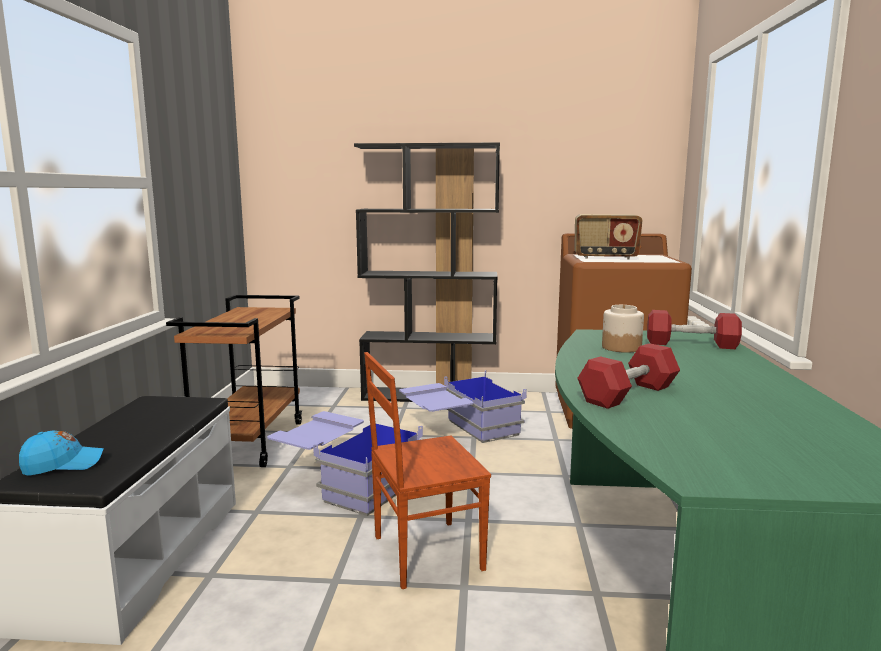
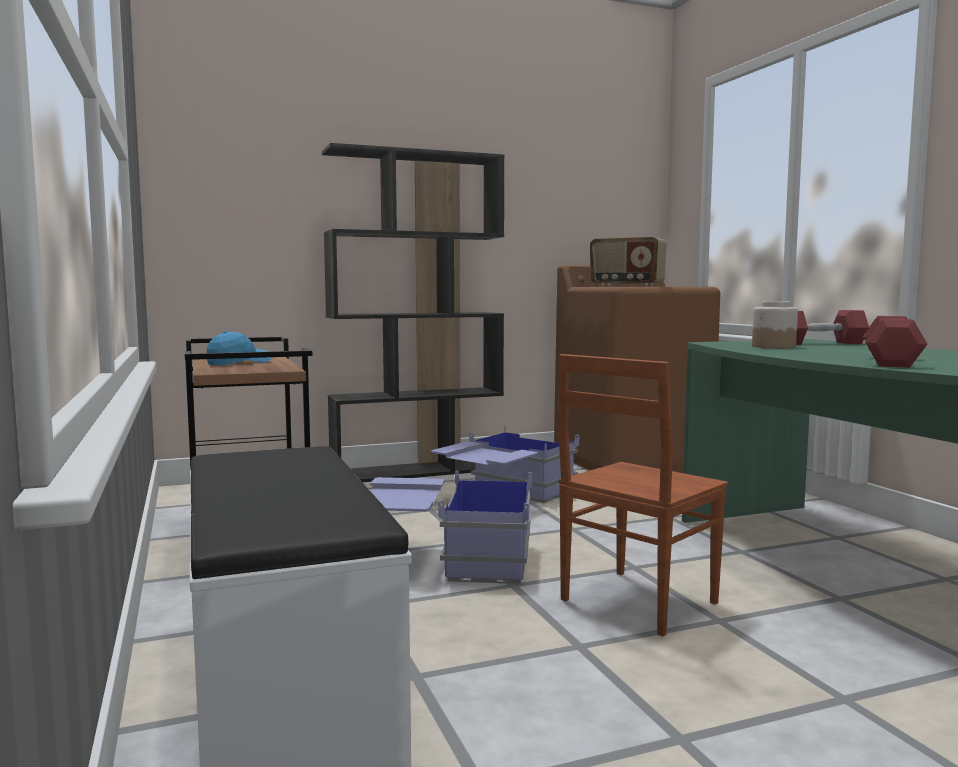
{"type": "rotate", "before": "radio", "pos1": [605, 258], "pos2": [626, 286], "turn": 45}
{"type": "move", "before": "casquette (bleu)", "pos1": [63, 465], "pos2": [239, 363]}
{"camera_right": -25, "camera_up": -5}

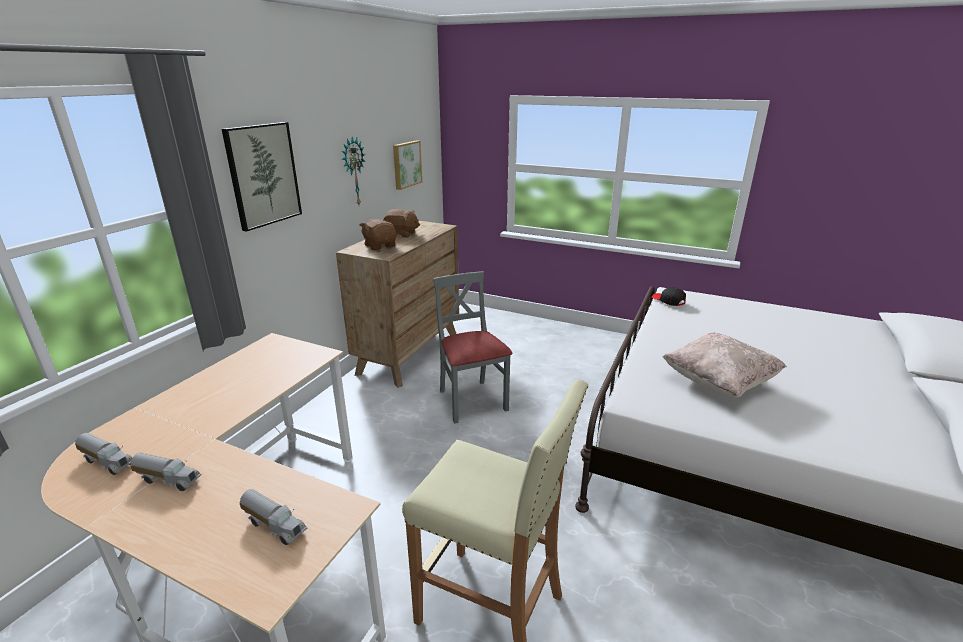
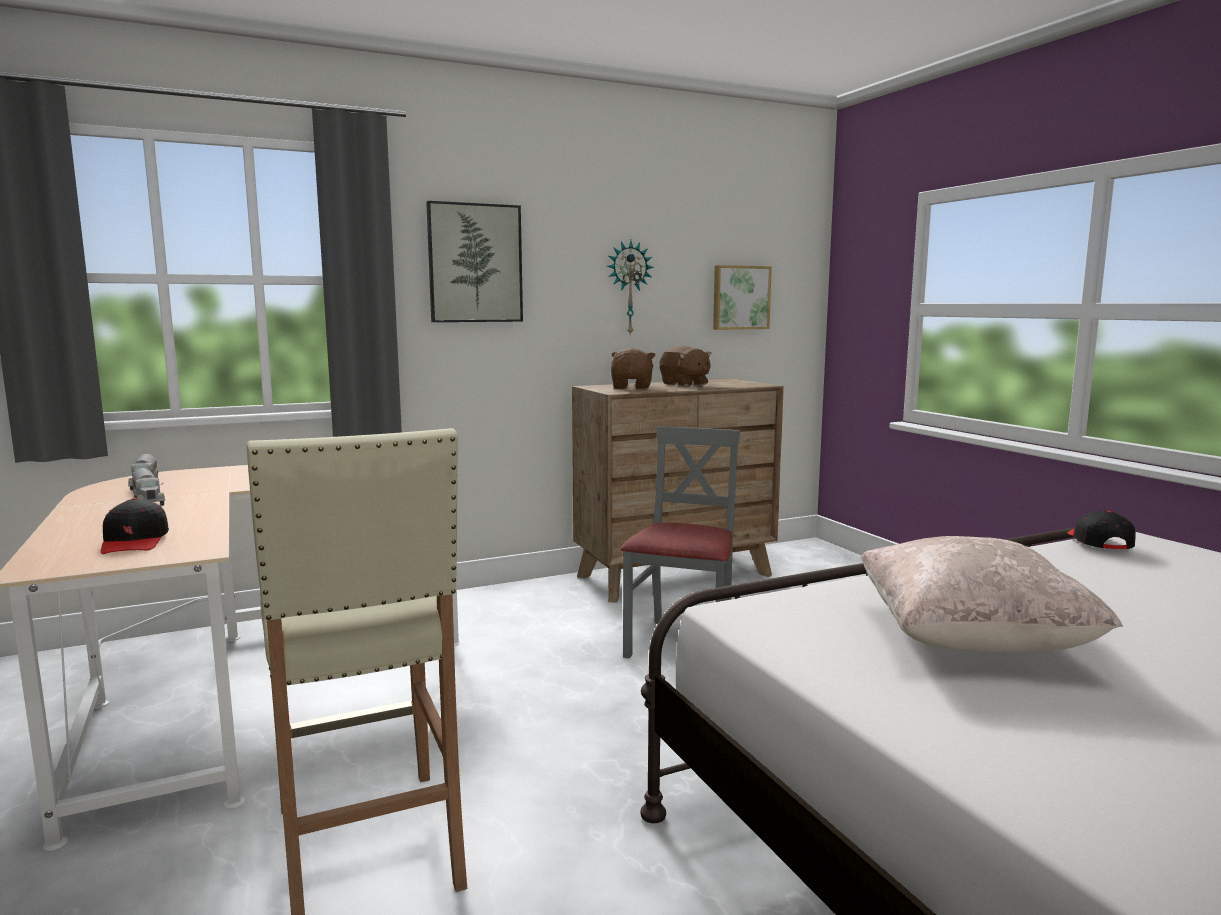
{"type": "replace", "before": "camion jouet", "after": "casquette (noir)", "pos1": [275, 525], "pos2": [135, 541]}
{"camera_right": 40, "camera_up": -15}

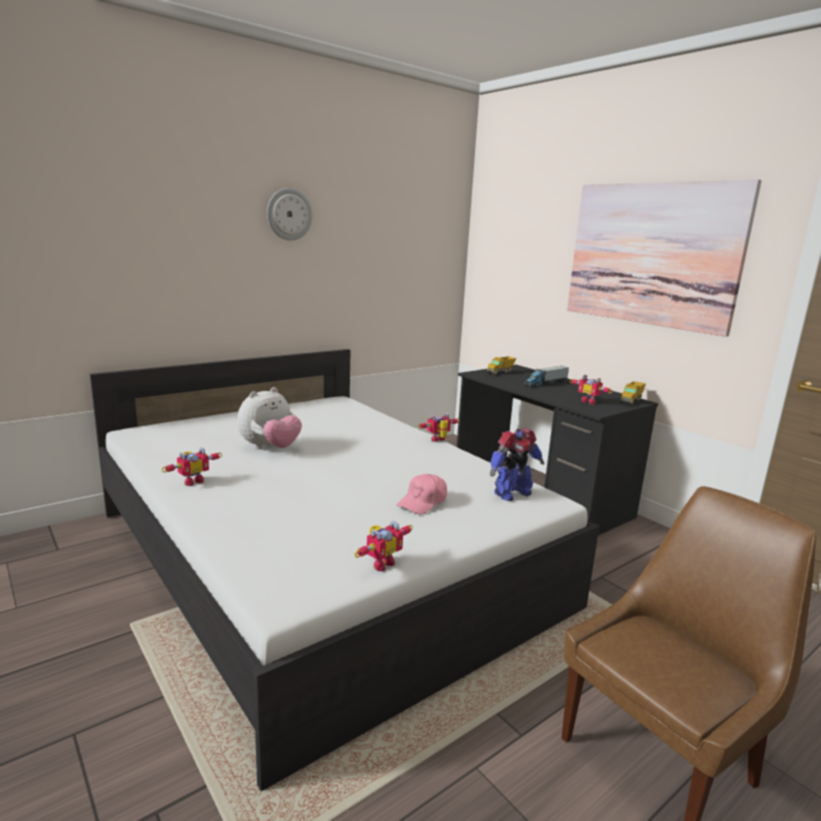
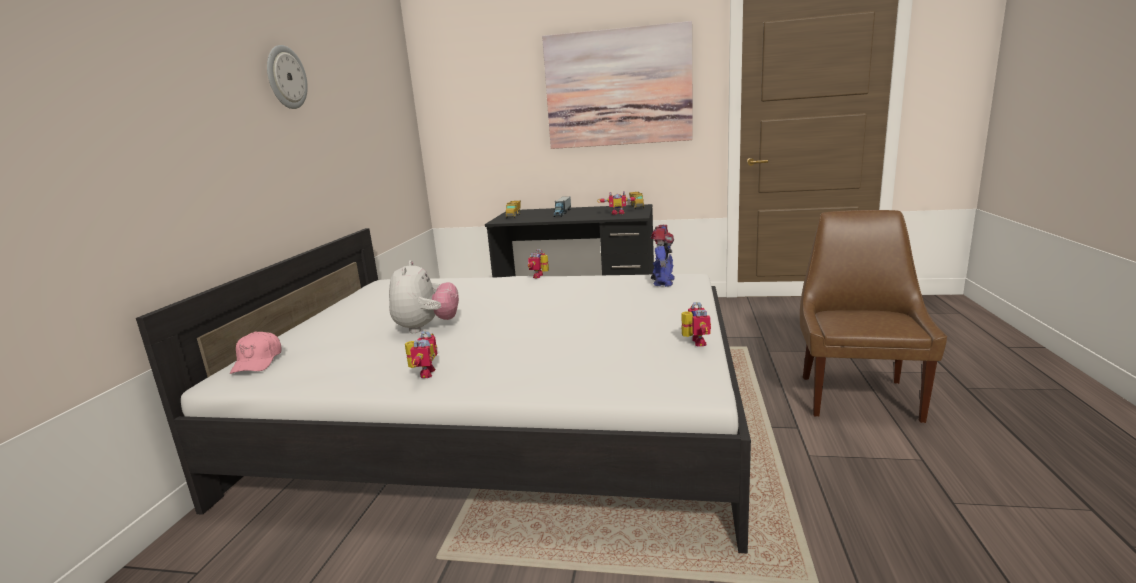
{"type": "move", "before": "casquette (rose)", "pos1": [423, 502], "pos2": [258, 362]}
{"camera_right": -40, "camera_up": 0}

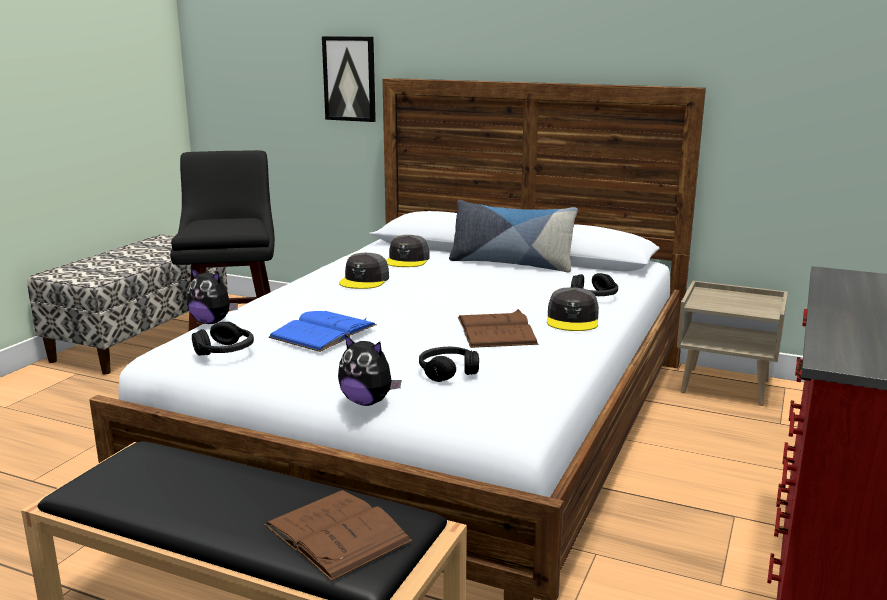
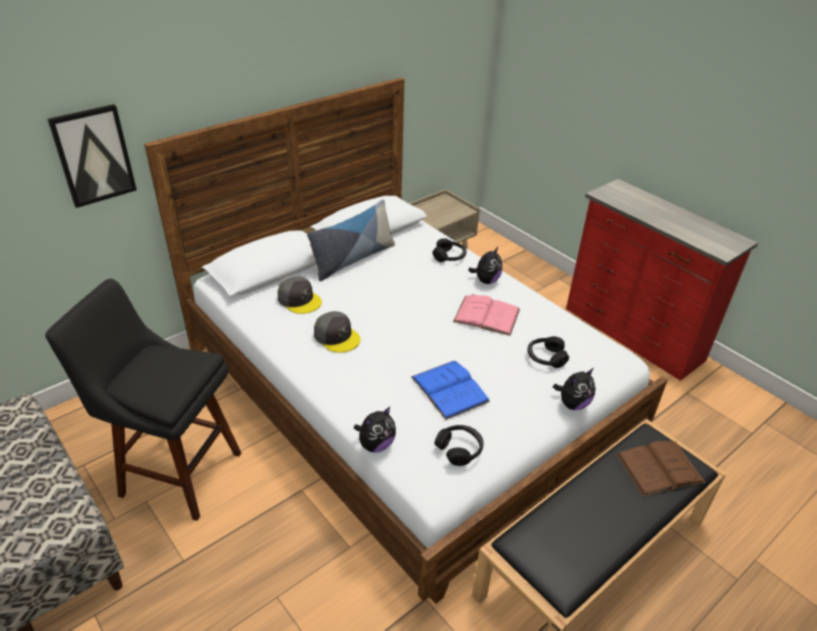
{"type": "replace", "before": "casquette (gris)", "after": "peluche", "pos1": [573, 319], "pos2": [486, 280]}
{"type": "recolor", "before": "livre (marron)", "after": "livre (rose)", "pos1": [496, 330], "pos2": [487, 315]}
{"camera_right": -65, "camera_up": 20}

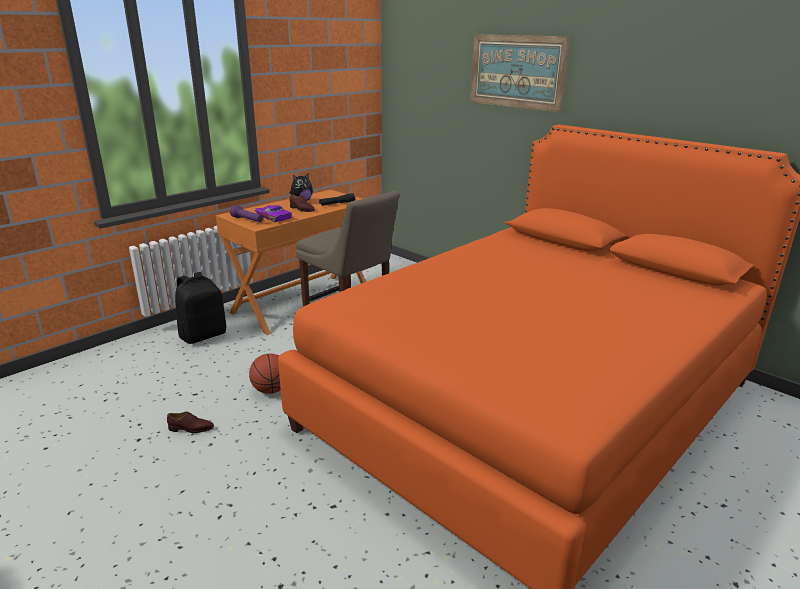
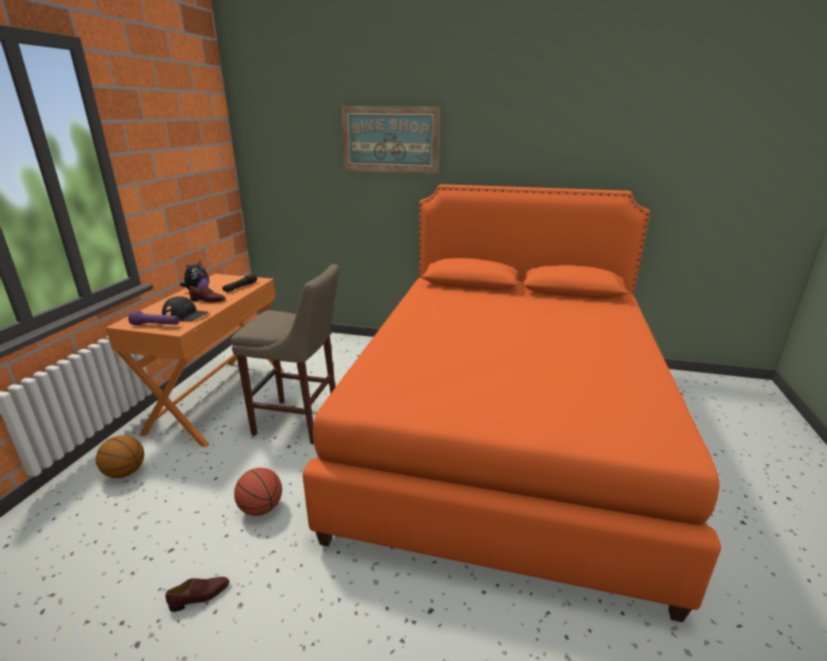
{"type": "replace", "before": "petite voiture (violet)", "after": "casquette (noir)", "pos1": [274, 217], "pos2": [185, 315]}
{"type": "replace", "before": "sac à dos (noir)", "after": "ballon de basket", "pos1": [203, 335], "pos2": [125, 472]}
{"camera_right": -30, "camera_up": 0}

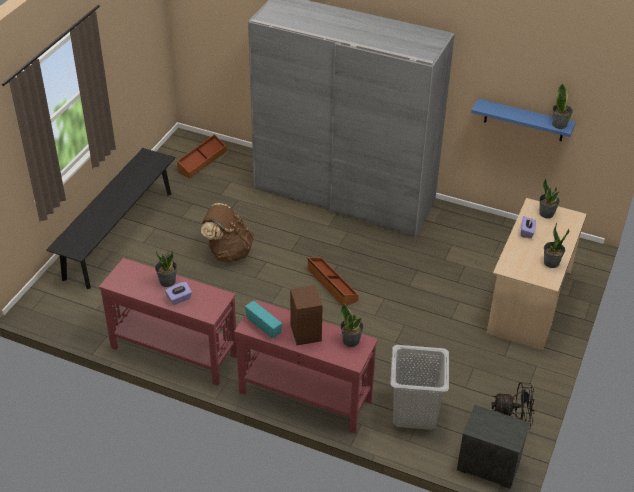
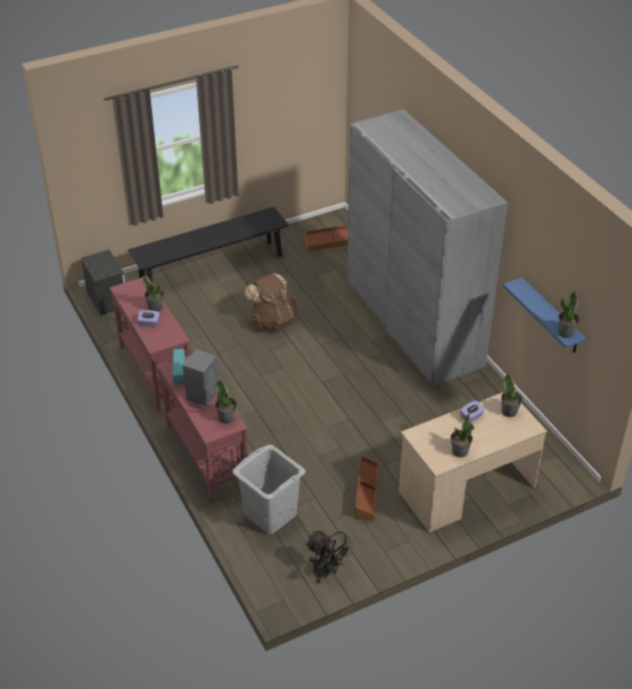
{"type": "move", "before": "boîte de rangement (marron)", "pos1": [331, 285], "pos2": [365, 493]}
{"type": "recolor", "before": "enceinte (marron)", "after": "enceinte (gris)", "pos1": [305, 332], "pos2": [203, 394]}
{"type": "move", "before": "table de chevet", "pos1": [487, 464], "pos2": [107, 299]}
{"camera_right": 40, "camera_up": 0}

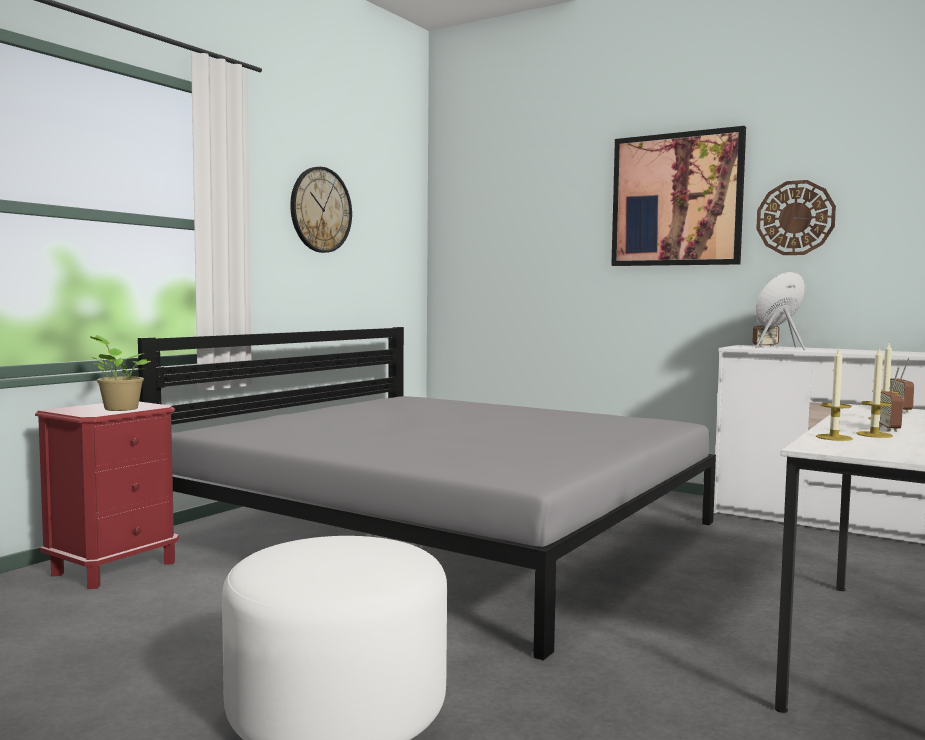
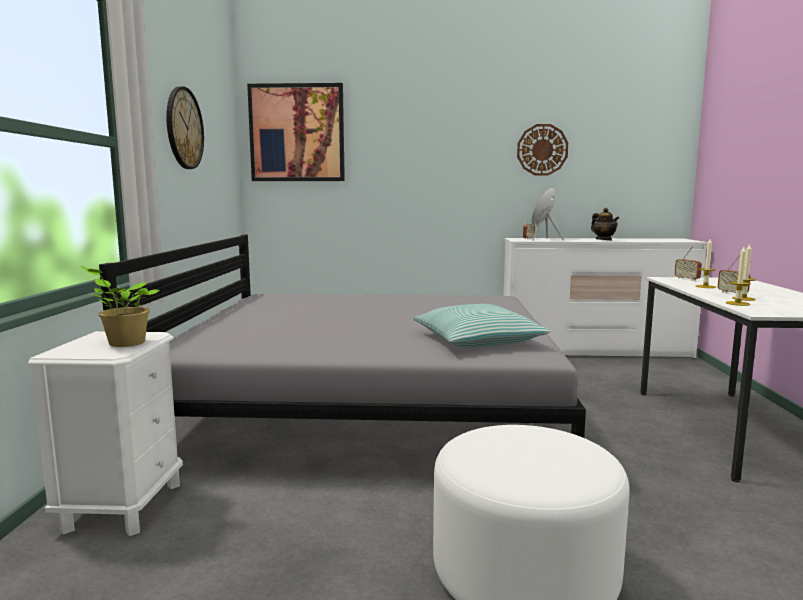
{"type": "move", "before": "tableau", "pos1": [676, 200], "pos2": [297, 133]}
{"type": "recolor", "before": "table de chevet (rouge)", "after": "table de chevet (blanc)", "pos1": [114, 568], "pos2": [123, 506]}
{"type": "insert", "after": "théière", "pos2": [603, 240]}
{"type": "insert", "after": "coussin", "pos2": [477, 340]}
{"camera_right": -30, "camera_up": 5}

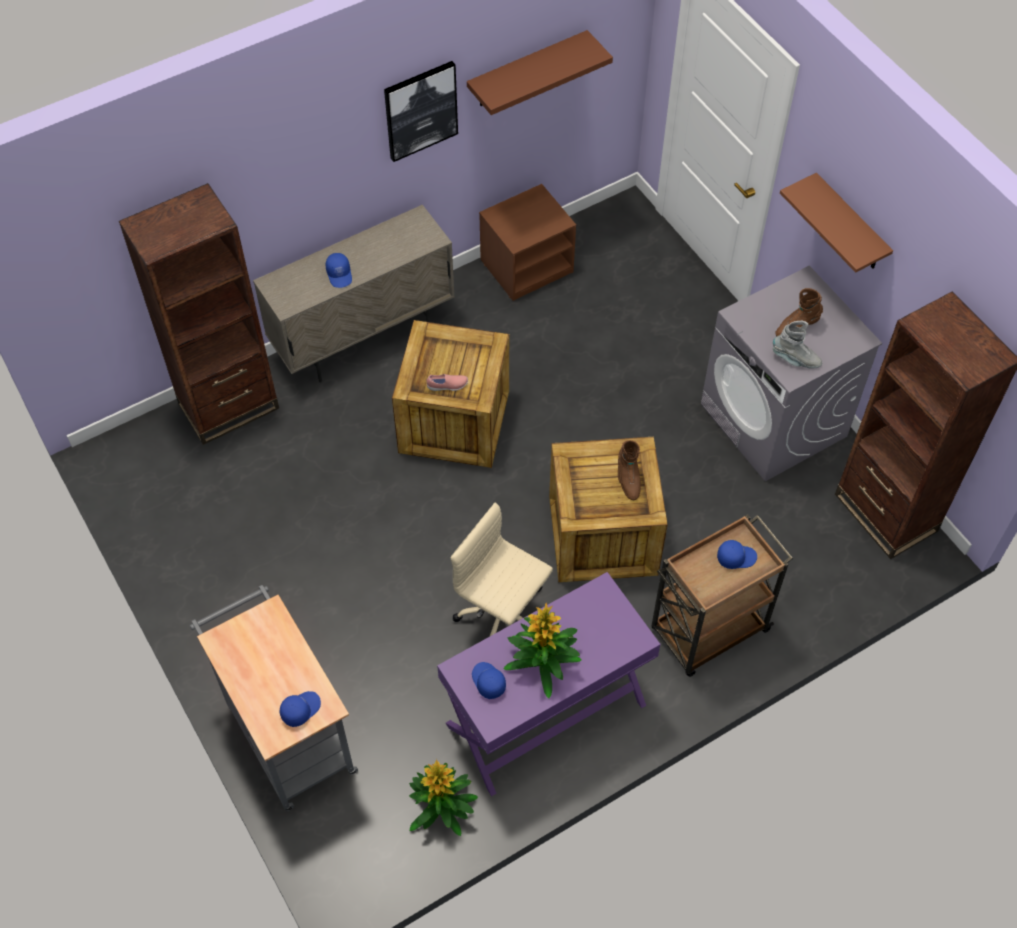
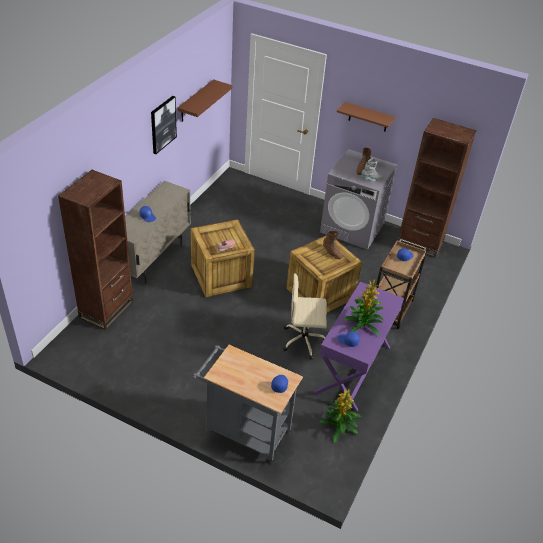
{"type": "delete", "before": "table de chevet (marron)", "pos1": [527, 265]}
{"camera_right": -35, "camera_up": -15}

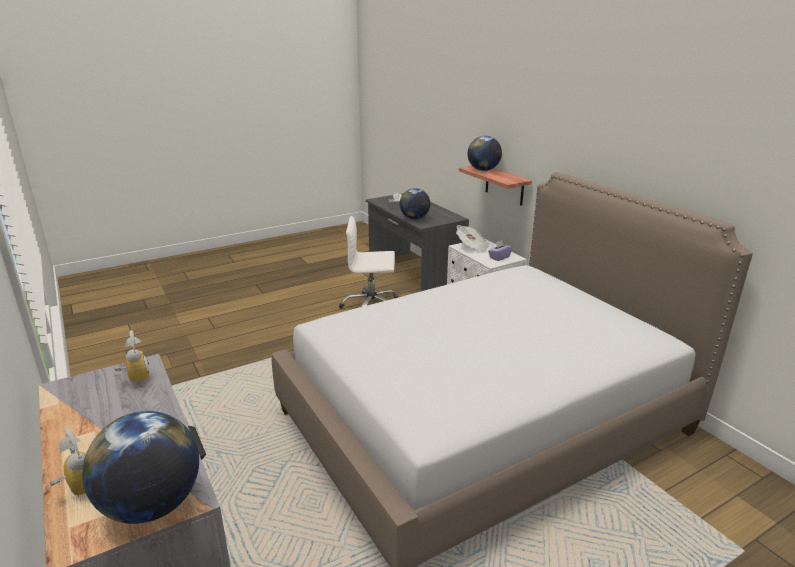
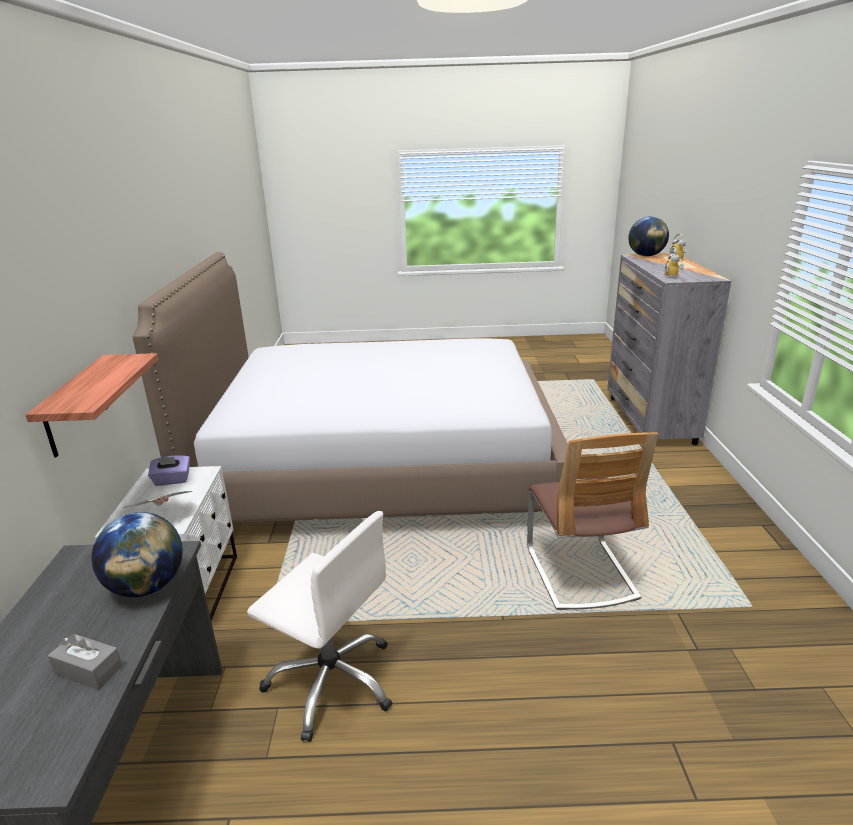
{"type": "delete", "before": "globe", "pos1": [483, 170]}
{"type": "insert", "after": "chaise", "pos2": [580, 573]}
{"camera_right": -150, "camera_up": 0}

